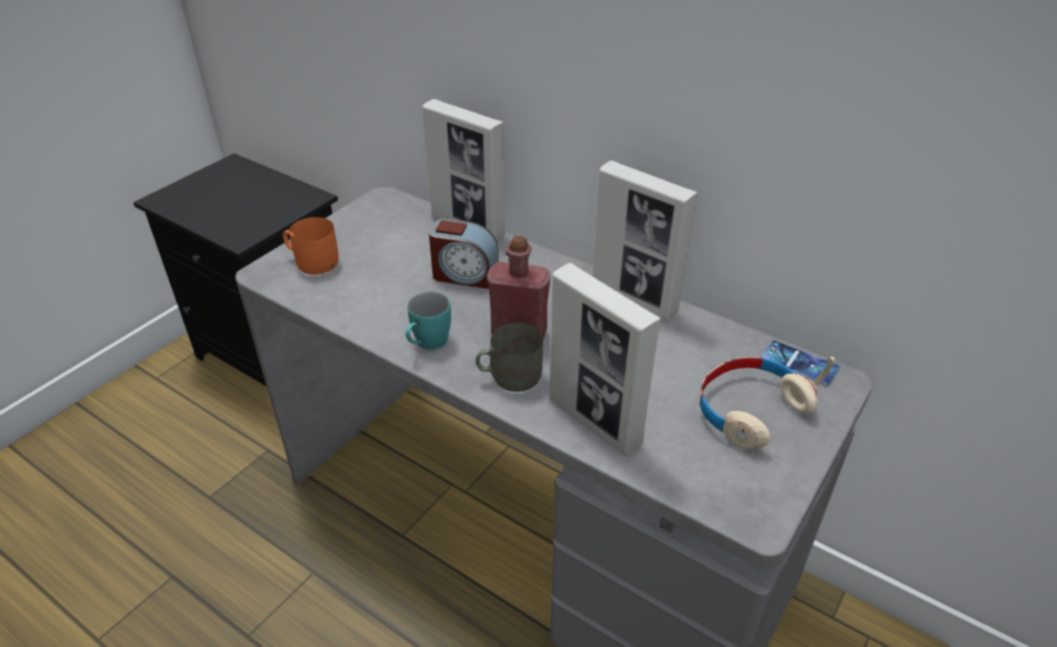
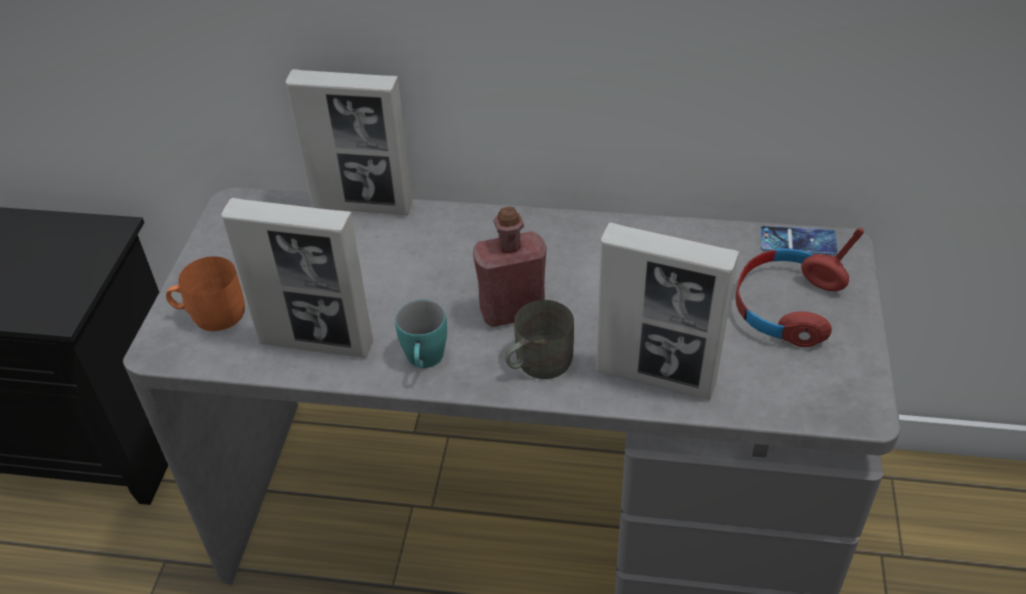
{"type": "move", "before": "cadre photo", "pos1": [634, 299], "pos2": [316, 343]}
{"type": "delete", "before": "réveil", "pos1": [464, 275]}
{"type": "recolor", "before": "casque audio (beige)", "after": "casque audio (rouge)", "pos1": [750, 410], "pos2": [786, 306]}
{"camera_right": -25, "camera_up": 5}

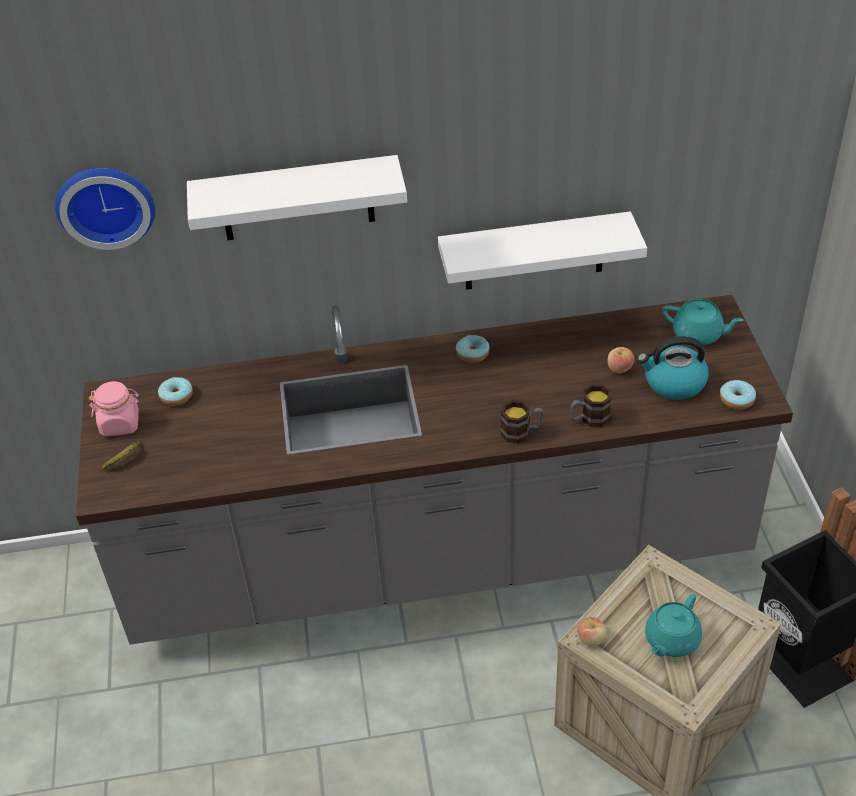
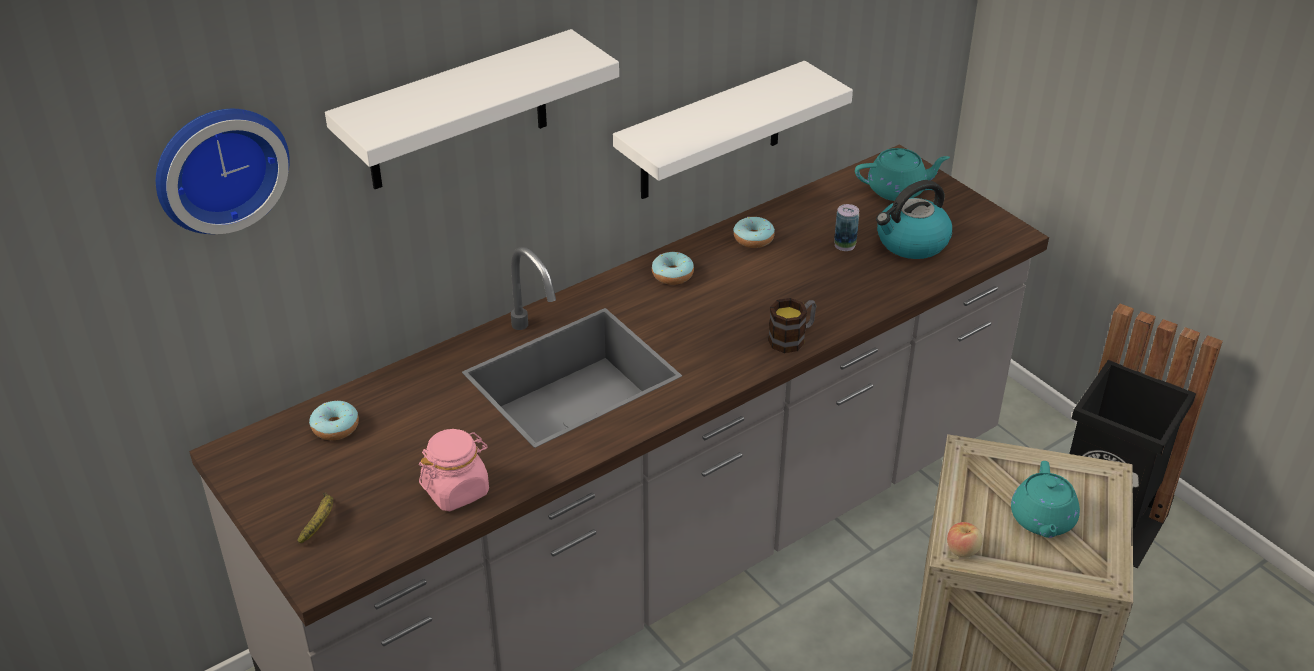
{"type": "replace", "before": "pomme", "after": "boîte métallique", "pos1": [619, 368], "pos2": [844, 245]}
{"type": "move", "before": "beignet", "pos1": [736, 399], "pos2": [753, 239]}
{"type": "move", "before": "bocal (rose)", "pos1": [120, 423], "pos2": [456, 490]}
{"type": "delete", "before": "mug", "pos1": [589, 418]}
{"camera_right": -30, "camera_up": -5}

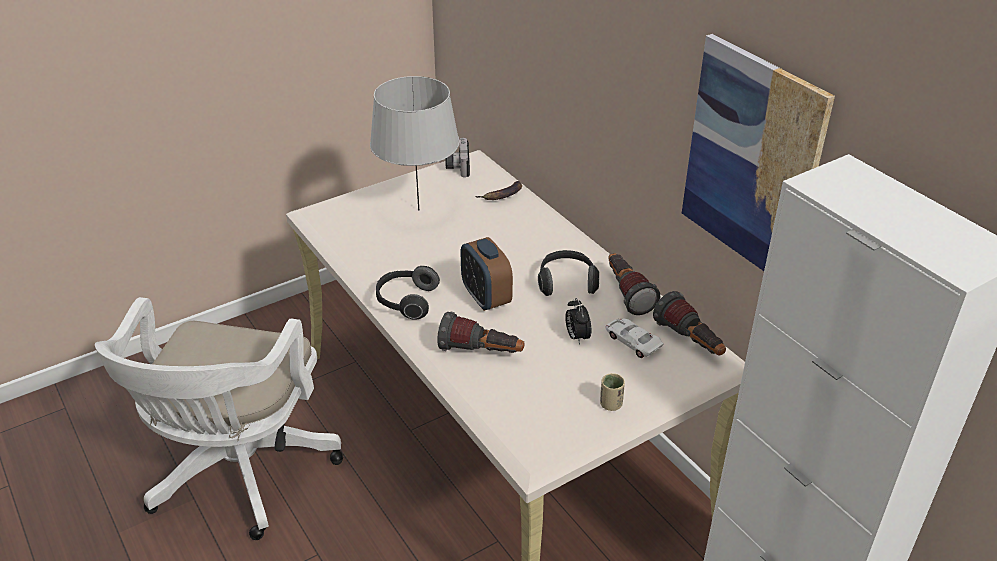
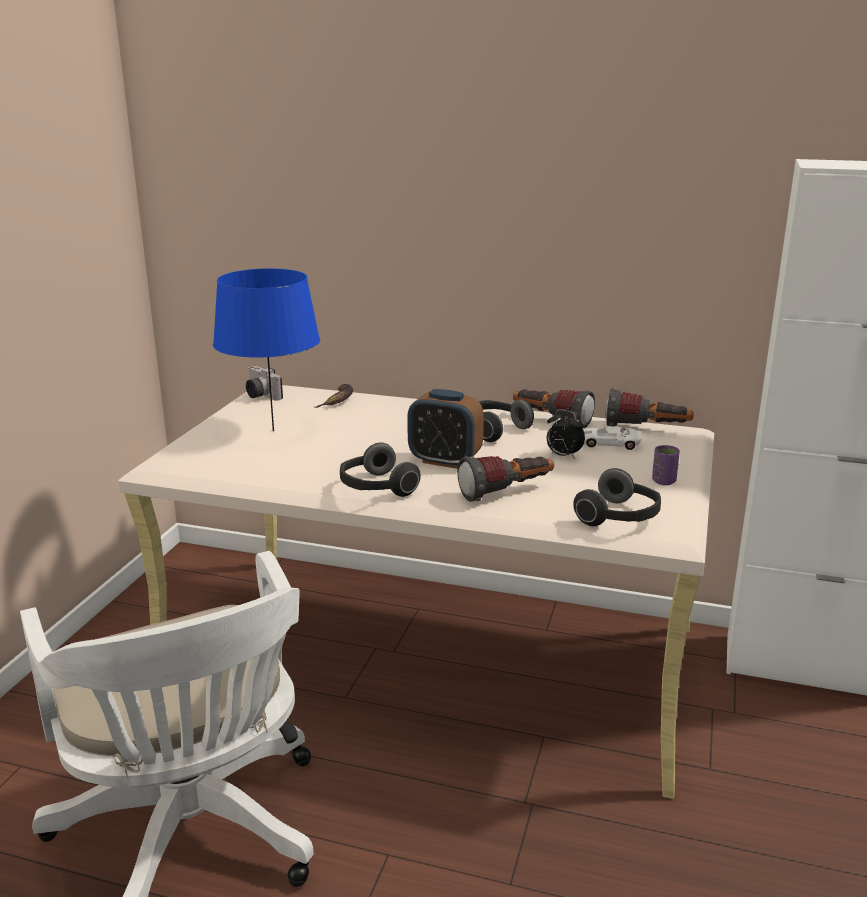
{"type": "delete", "before": "tableau", "pos1": [752, 160]}
{"type": "recolor", "before": "lampe de table (gris)", "after": "lampe de table (bleu)", "pos1": [418, 209], "pos2": [273, 430]}
{"type": "recolor", "before": "tasse (beige)", "after": "tasse (violet)", "pos1": [610, 404], "pos2": [663, 481]}
{"type": "insert", "after": "casque audio", "pos2": [620, 518]}
{"camera_right": -40, "camera_up": -15}

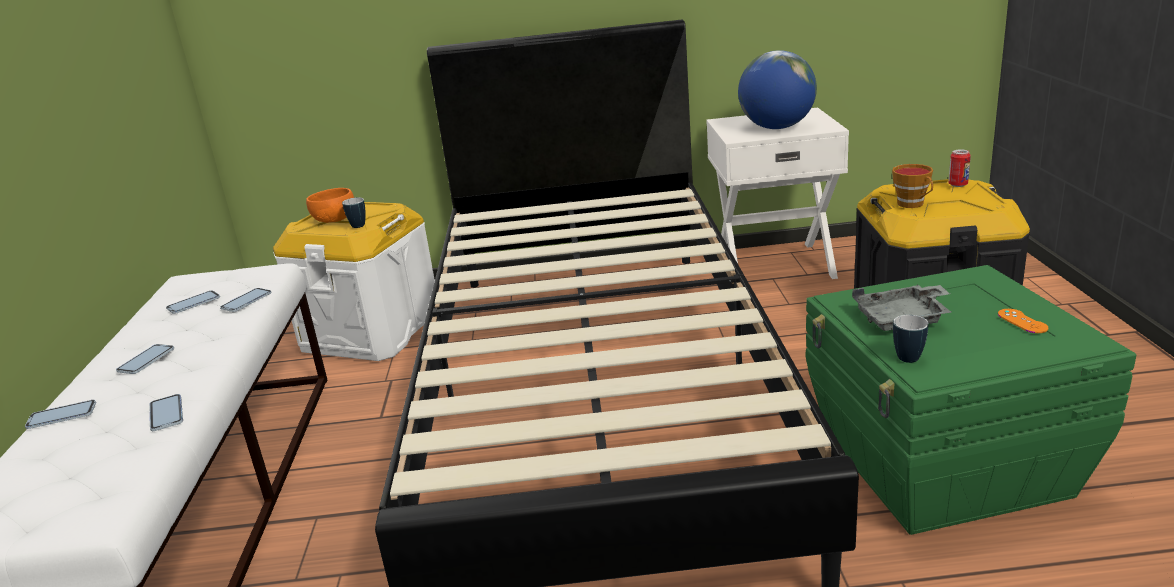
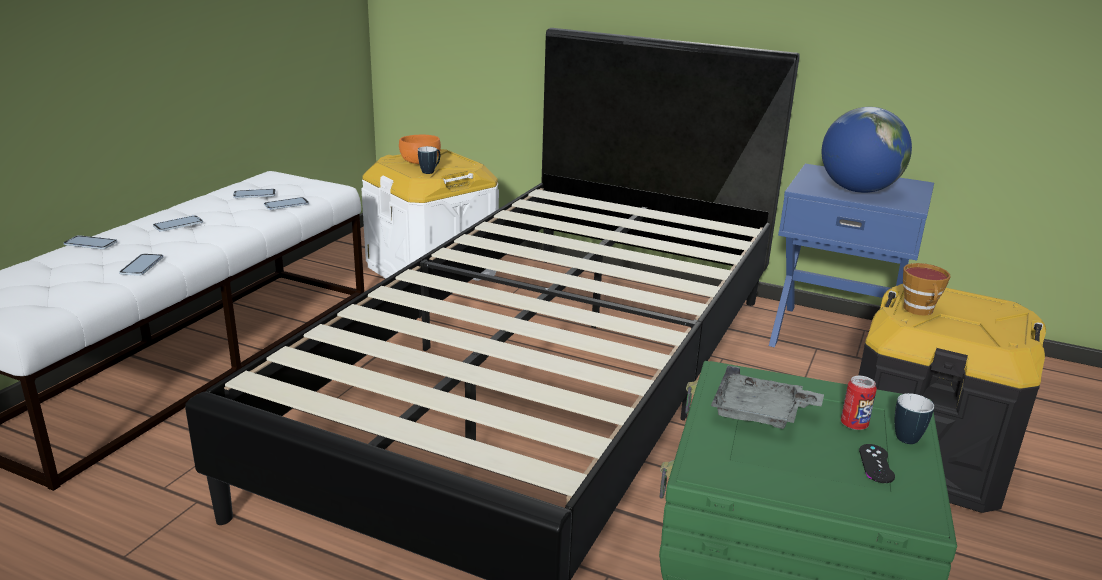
{"type": "recolor", "before": "table de chevet (blanc)", "after": "table de chevet (bleu)", "pos1": [774, 264], "pos2": [833, 336]}
{"type": "move", "before": "boîte métallique", "pos1": [958, 185], "pos2": [854, 425]}
{"type": "recolor", "before": "manette (orange)", "after": "manette (noir)", "pos1": [1022, 321], "pos2": [876, 463]}
{"type": "move", "before": "mug", "pos1": [909, 355], "pos2": [911, 437]}
{"camera_right": 25, "camera_up": 0}

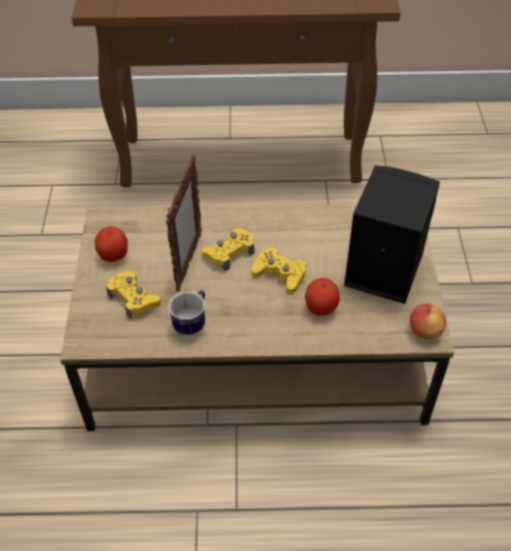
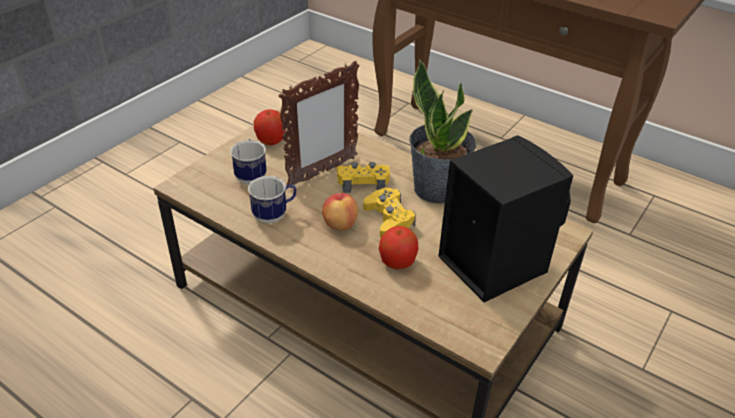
{"type": "replace", "before": "manette (jaune)", "after": "mug", "pos1": [133, 298], "pos2": [251, 175]}
{"type": "move", "before": "pomme", "pos1": [424, 331], "pos2": [340, 224]}
{"type": "insert", "after": "plante en pot", "pos2": [437, 188]}
{"camera_right": 35, "camera_up": -10}

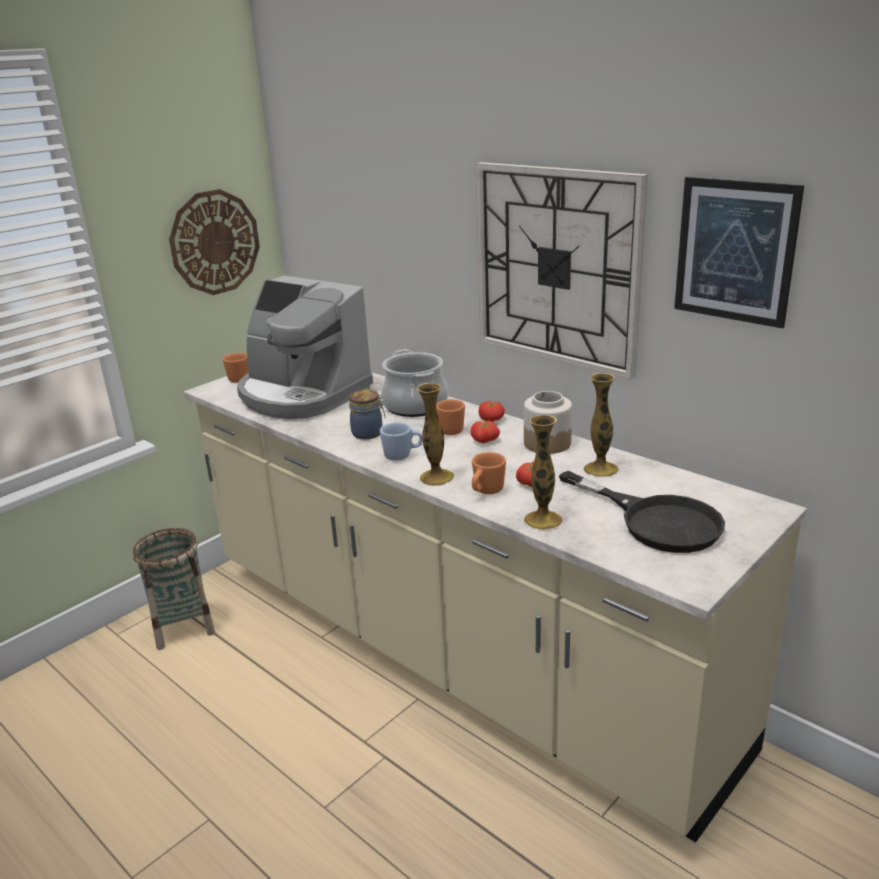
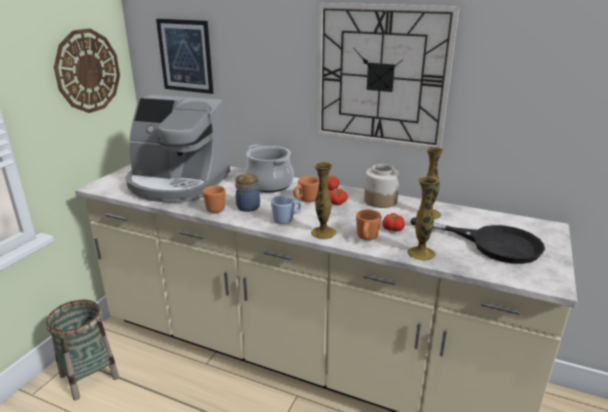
{"type": "move", "before": "tableau", "pos1": [735, 251], "pos2": [185, 56]}
{"type": "move", "before": "mug (orange)", "pos1": [238, 378], "pos2": [214, 208]}
{"camera_right": -20, "camera_up": 0}

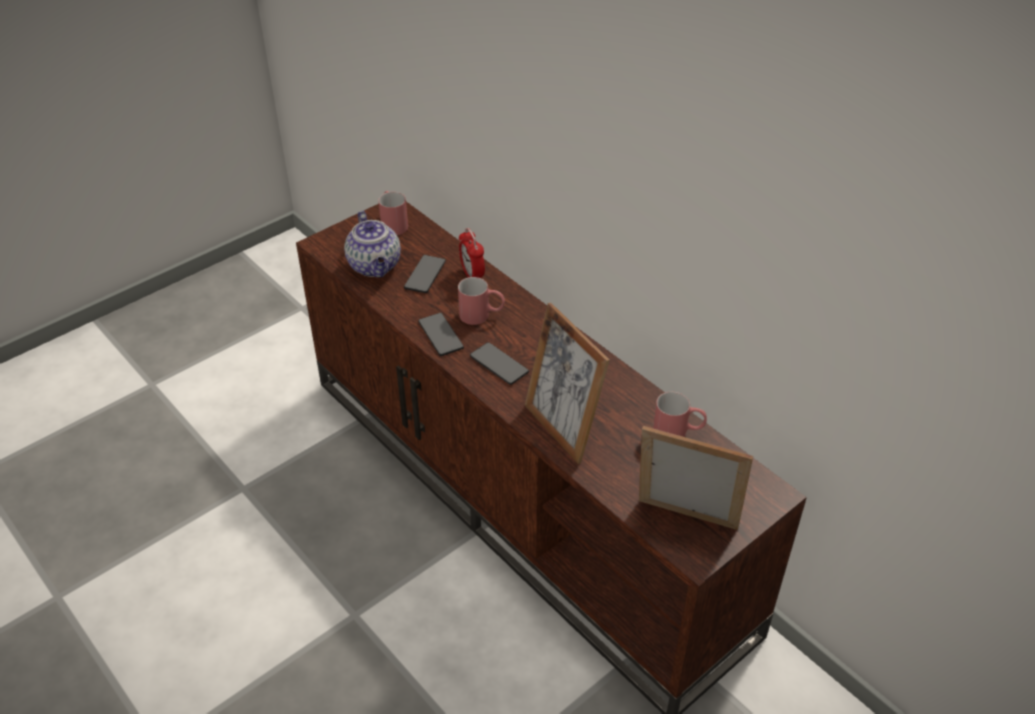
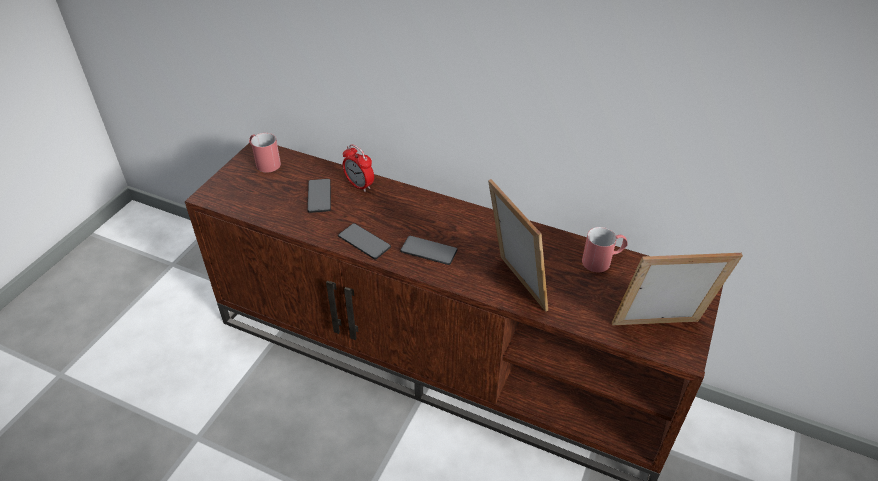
{"type": "delete", "before": "théière", "pos1": [375, 266]}
{"type": "delete", "before": "mug (rouge)", "pos1": [482, 315]}
{"type": "rotate", "before": "cadre photo", "pos1": [562, 428], "pos2": [514, 287], "turn": -150}
{"camera_right": -25, "camera_up": 0}

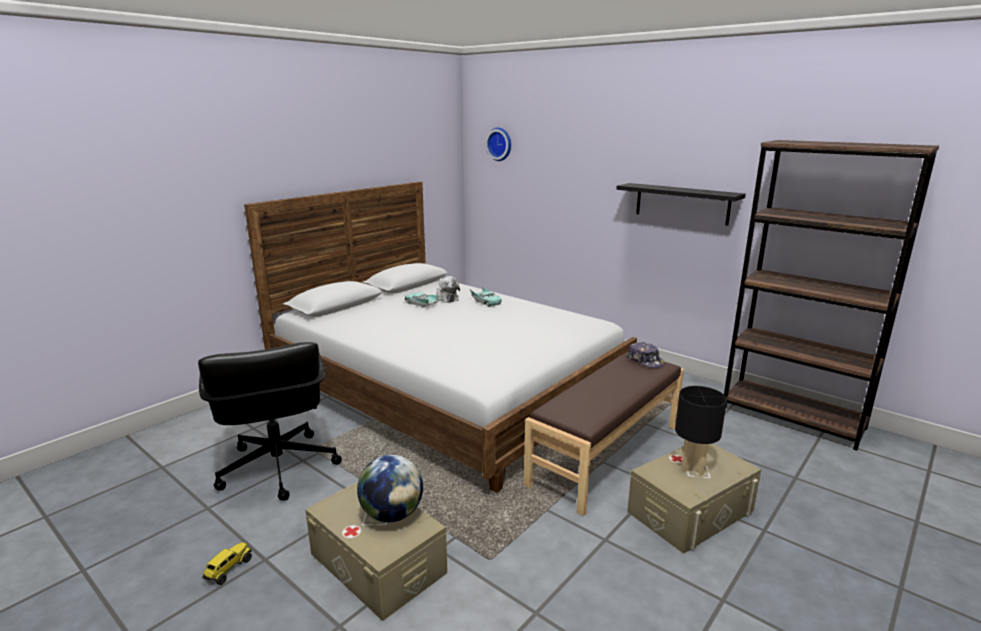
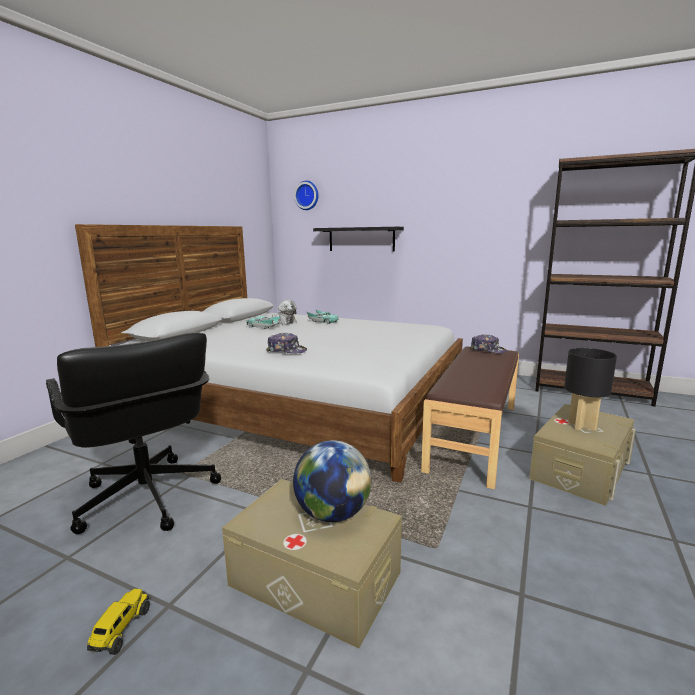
{"type": "move", "before": "étagère (noir)", "pos1": [682, 203], "pos2": [361, 239]}
{"type": "insert", "after": "casquette", "pos2": [287, 351]}
{"camera_right": -15, "camera_up": -5}

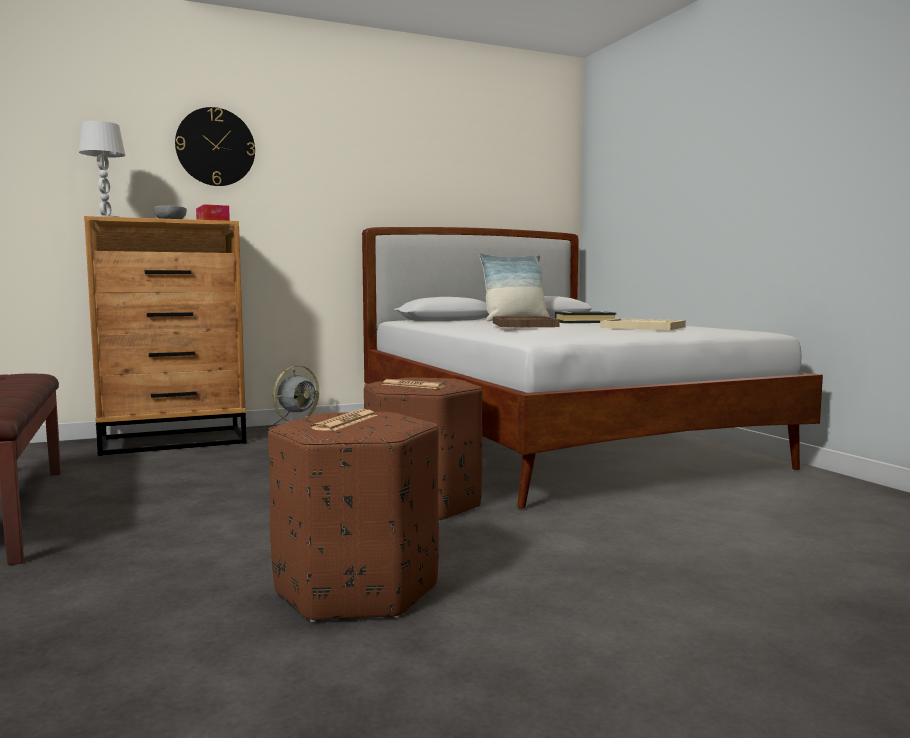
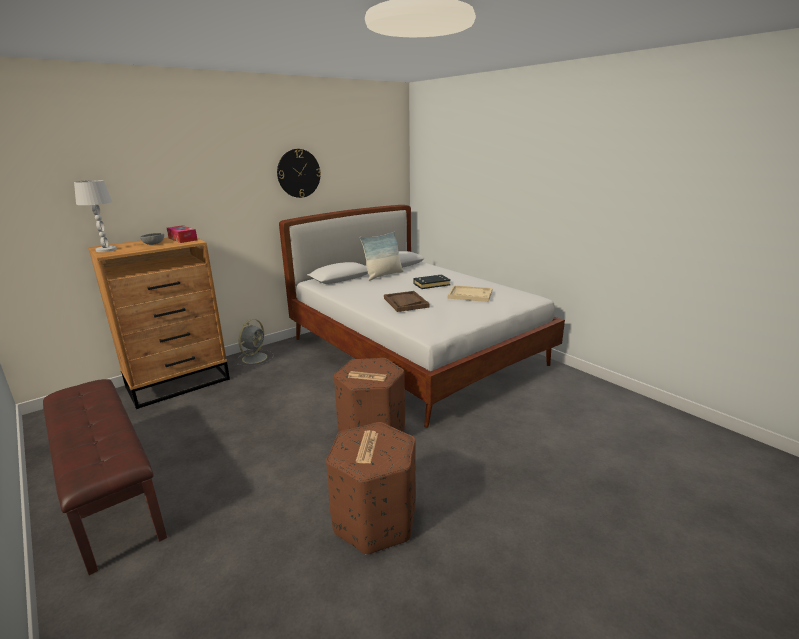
{"type": "move", "before": "horloge murale", "pos1": [215, 147], "pos2": [298, 173]}
{"camera_right": -15, "camera_up": 15}

